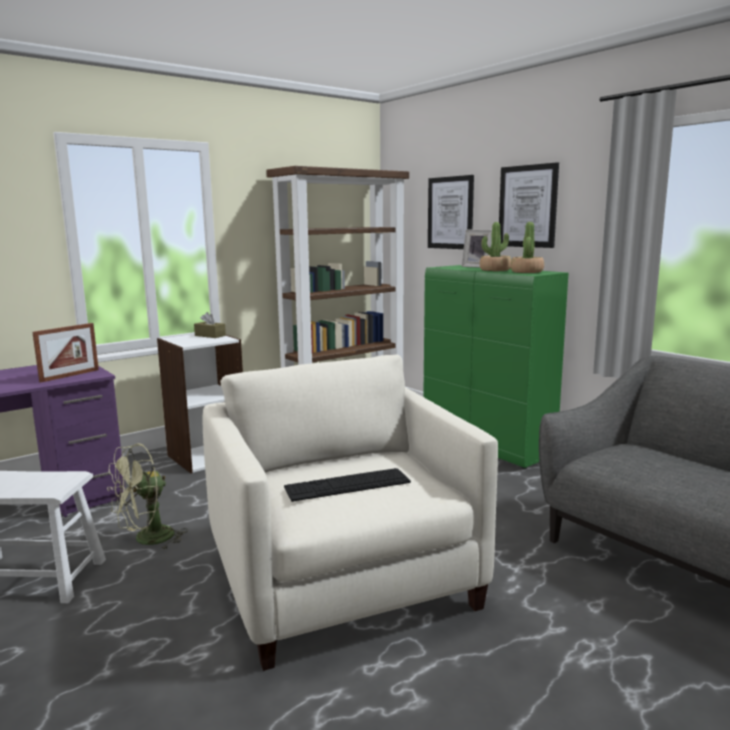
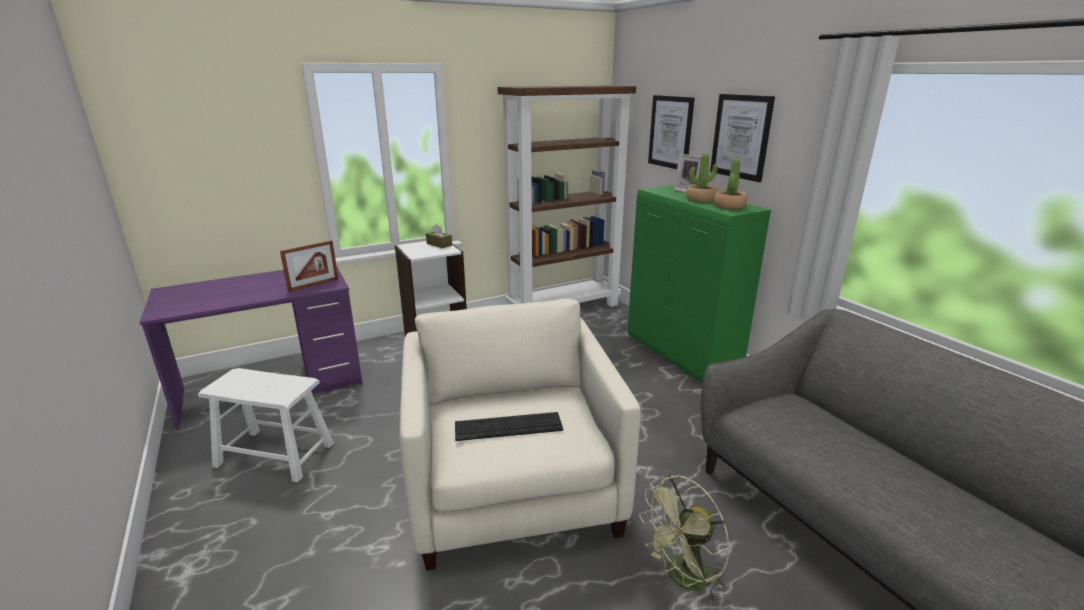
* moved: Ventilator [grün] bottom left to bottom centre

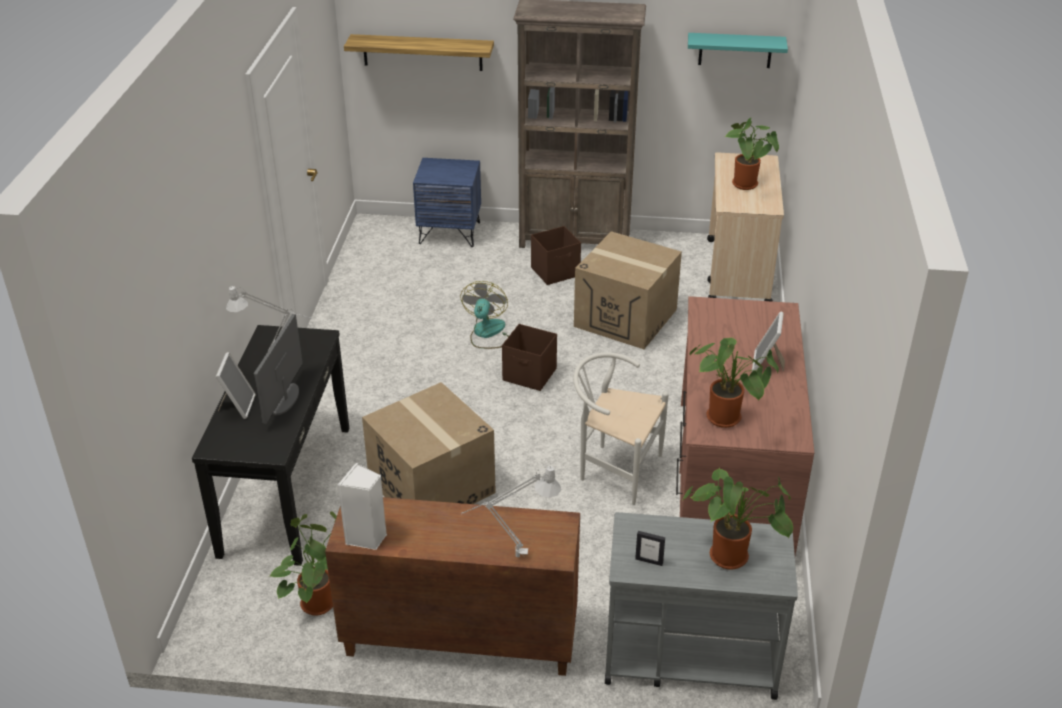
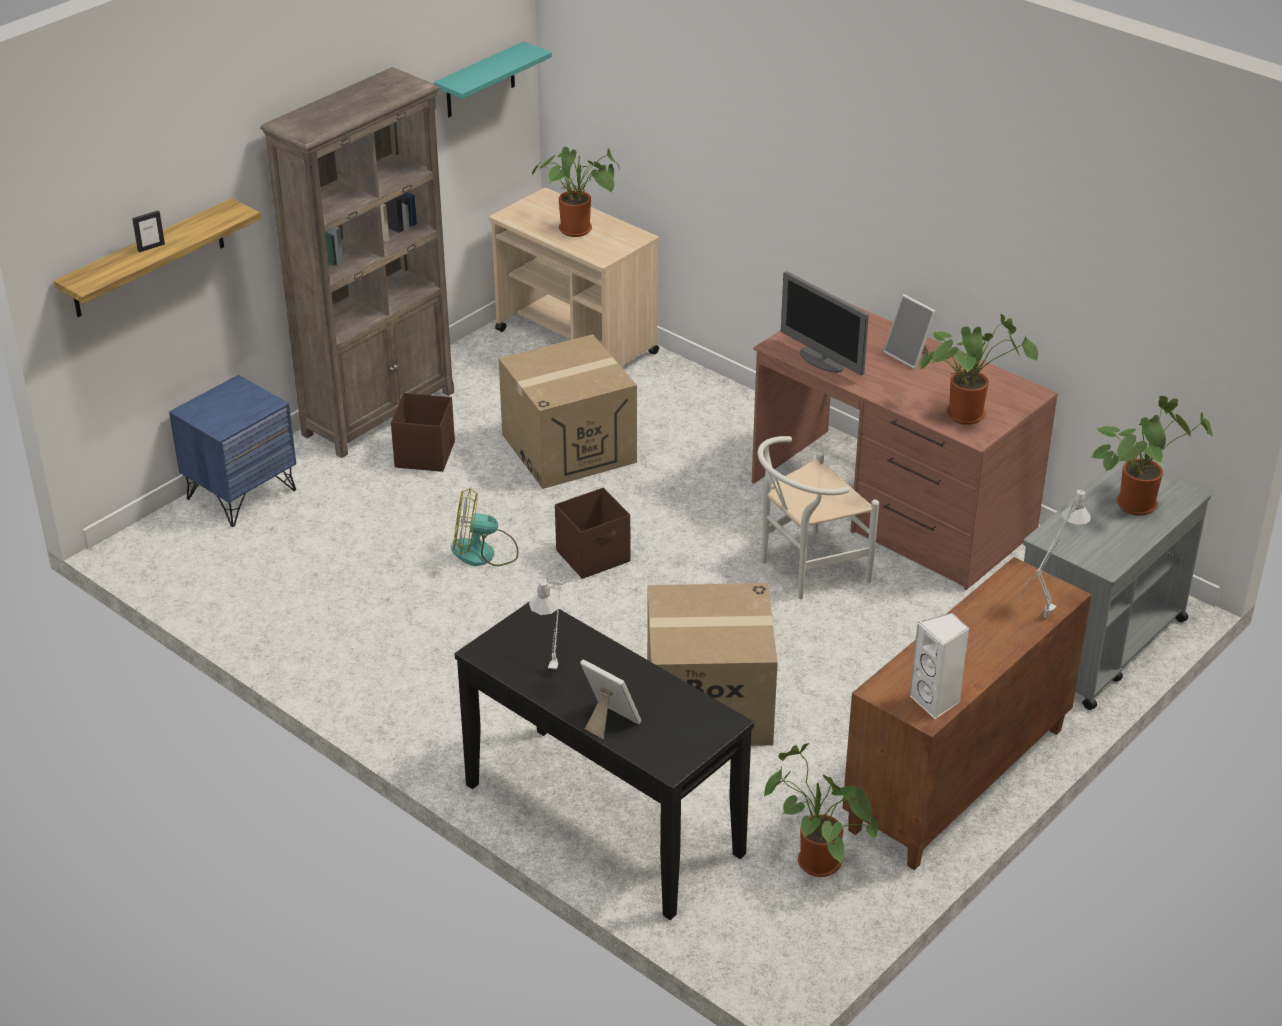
* moved: Monitor middle left to top centre
* moved: Bilderrahmen (2nd from left in the first image) bottom centre to Bilderrahmen (1st from left) top left
* turned: Ventilator centre = centre 45 degrees counterclockwise

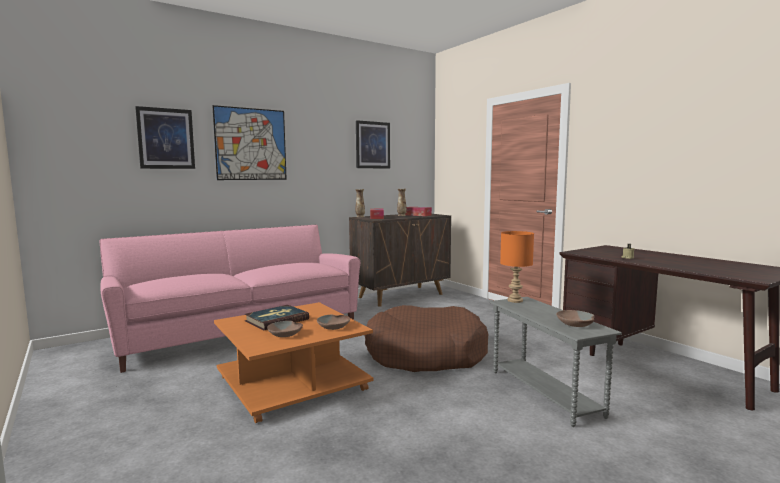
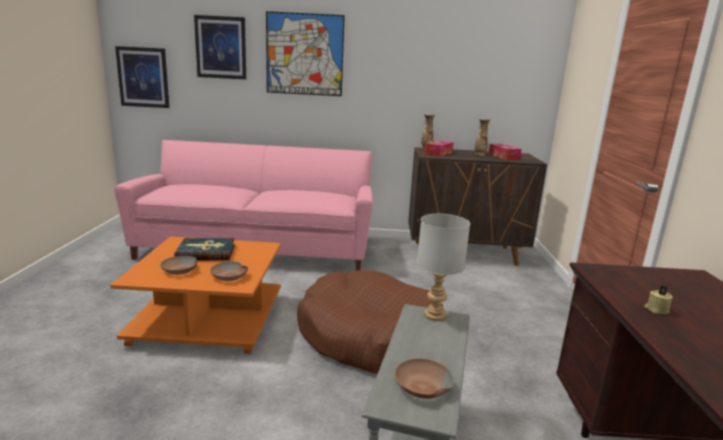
* moved: Bild (3rd from left in the first image) top centre to Bild (1st from left) top left
* recoloured: Tischlampe [orange] centre to Tischlampe [grau] centre

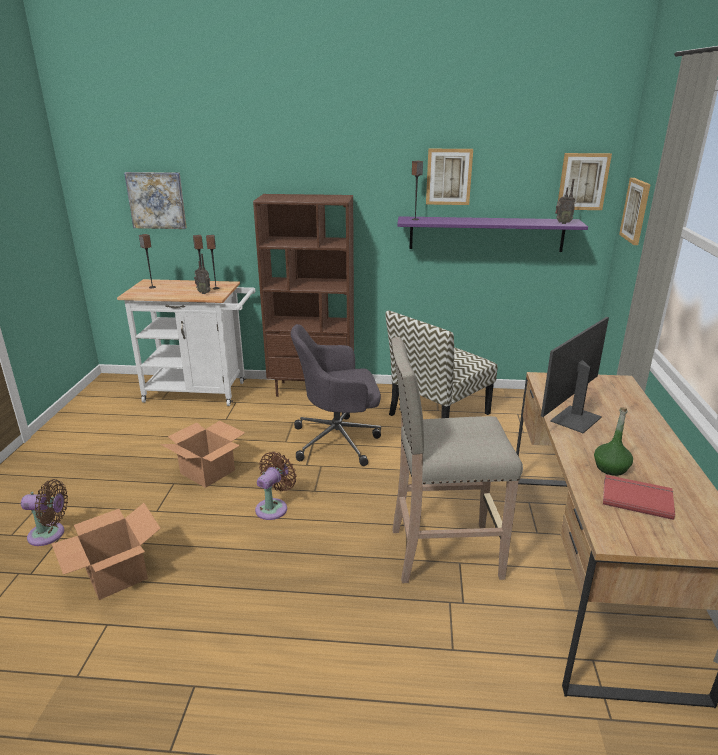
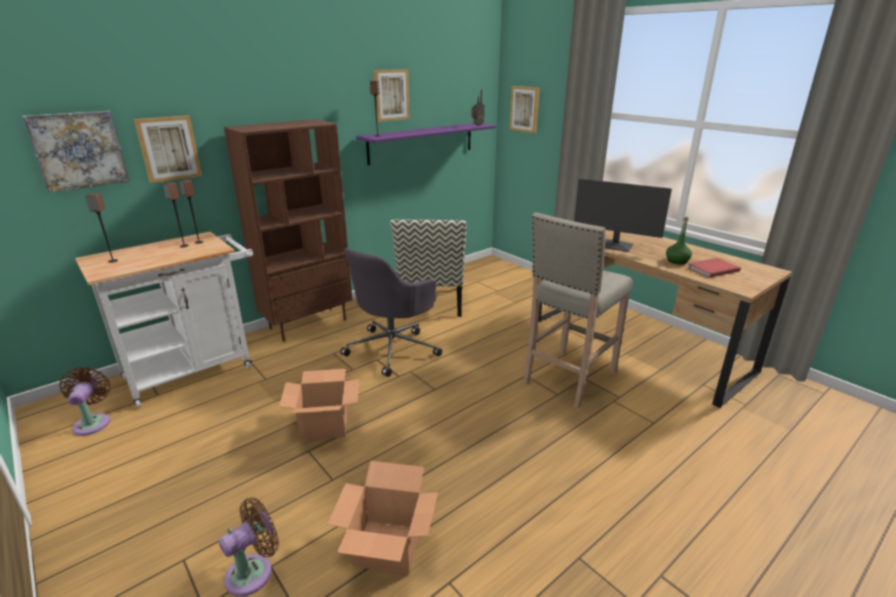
* removed: Radio (1st from left) middle left
* moved: Ventilator [braun] (2nd from left in the first image) centre to Ventilator [braun] (1st from left) bottom left
* moved: Bild (3rd from left in the first image) top right to Bild (2nd from left) top left
* turned: Monitor middle right = middle right 60 degrees counterclockwise

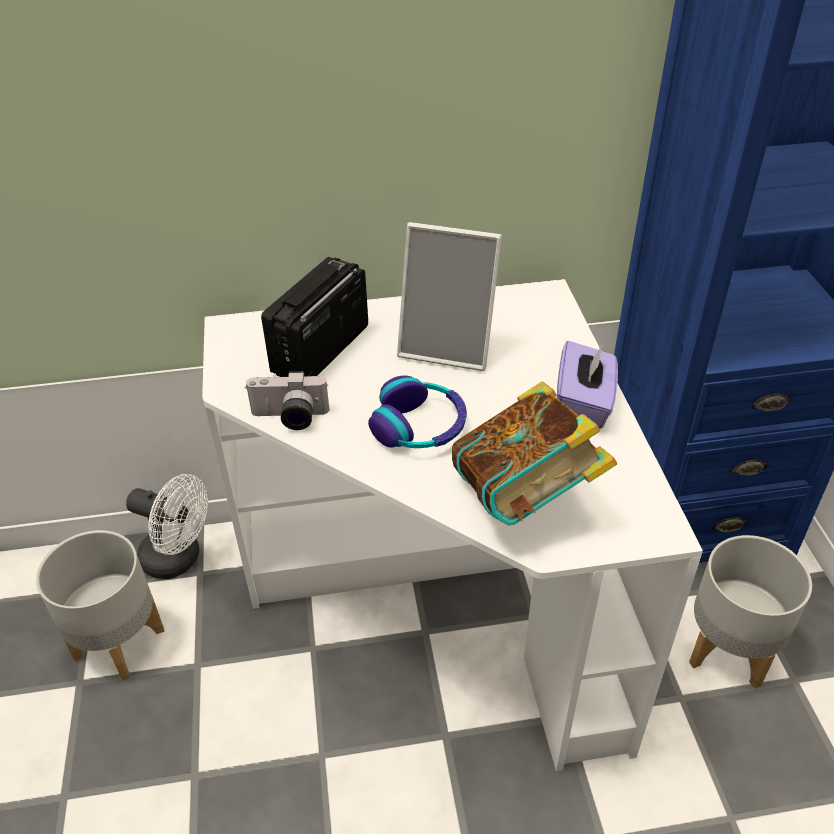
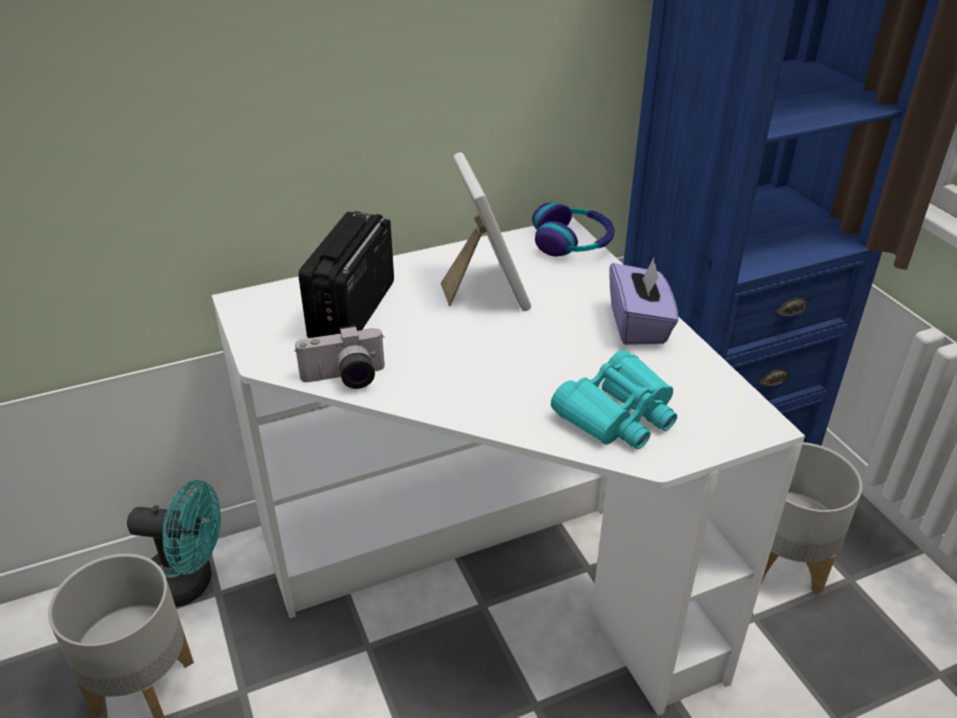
* moved: Kopfhörer centre to top centre
* replaced: Buch centre to Fernglas [türkis] centre
* recoloured: Ventilator [weiß] middle left to Ventilator [türkis] bottom left
* turned: Bilderrahmen centre = top centre 105 degrees counterclockwise

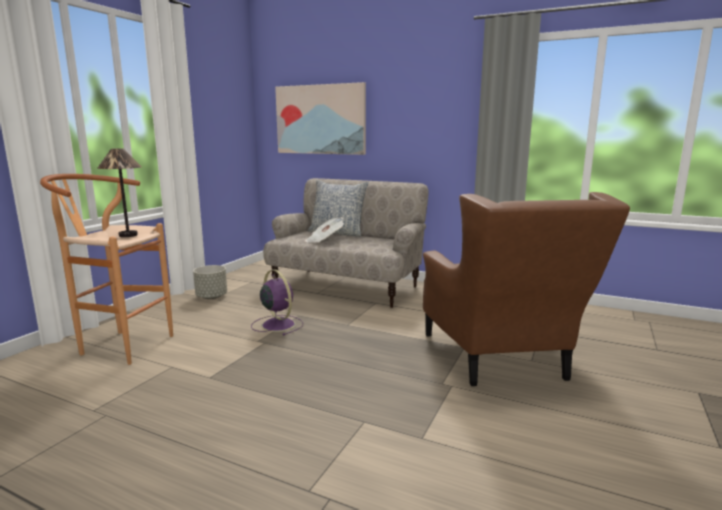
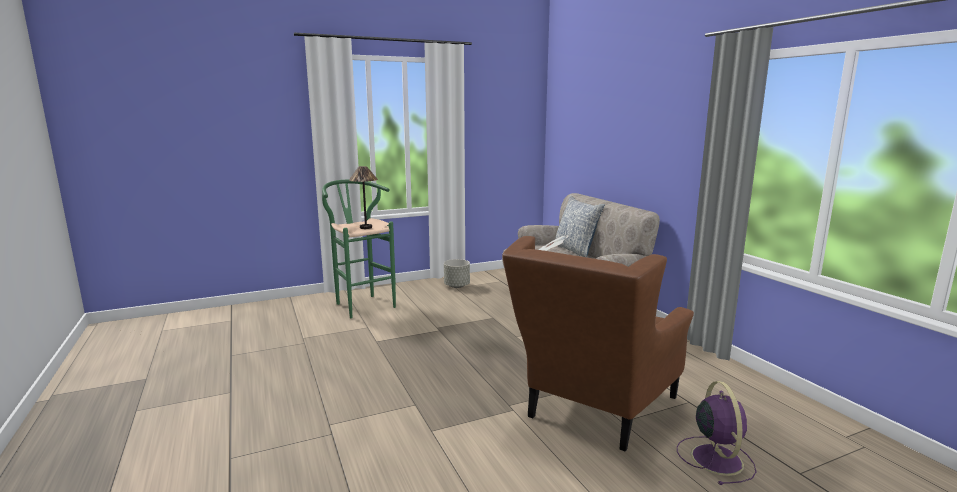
* removed: Bild top centre
* moved: Ventilator [lila] centre to bottom right
* recoloured: Hocker [braun] middle left to Hocker [grün] centre

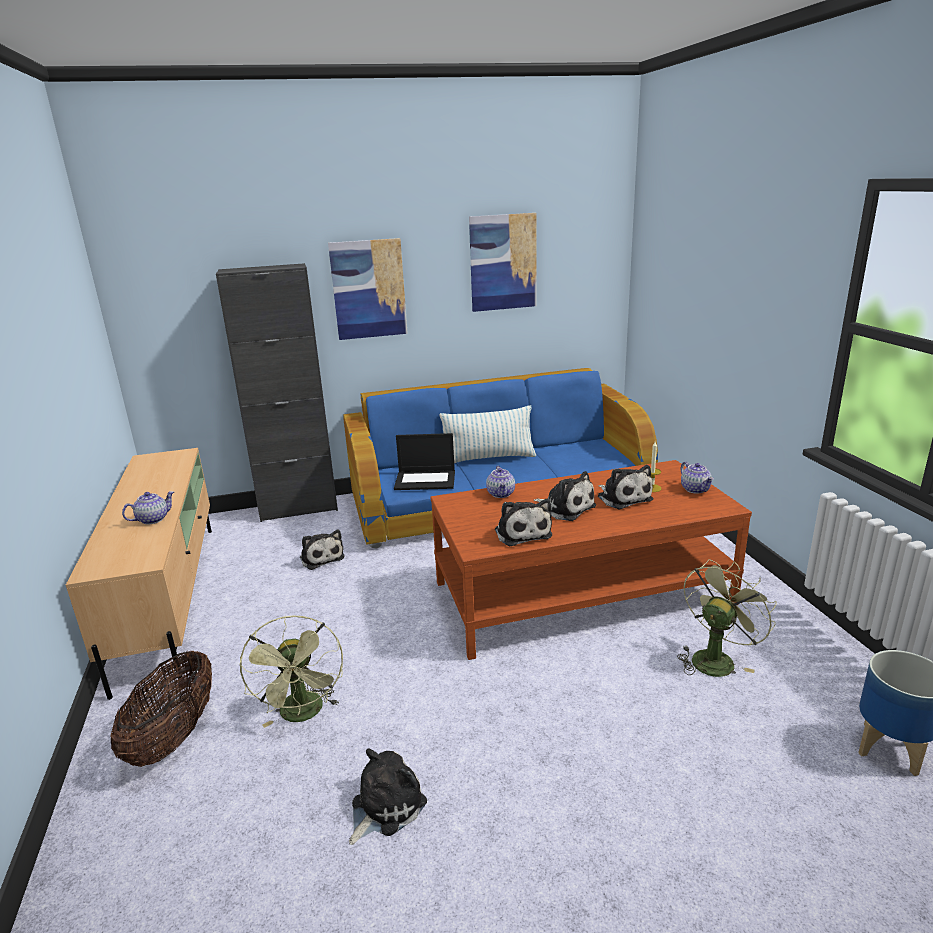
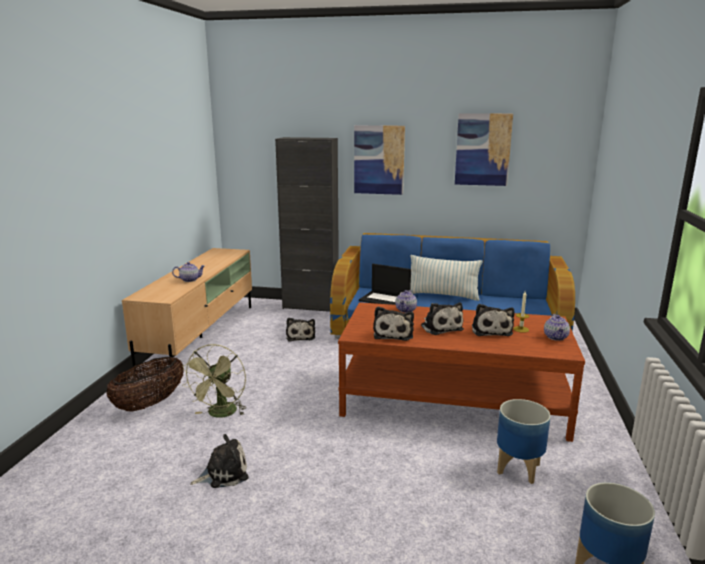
* replaced: Ventilator [grün] (2nd from left) middle right to Pflanzkübel (1st from left) bottom right

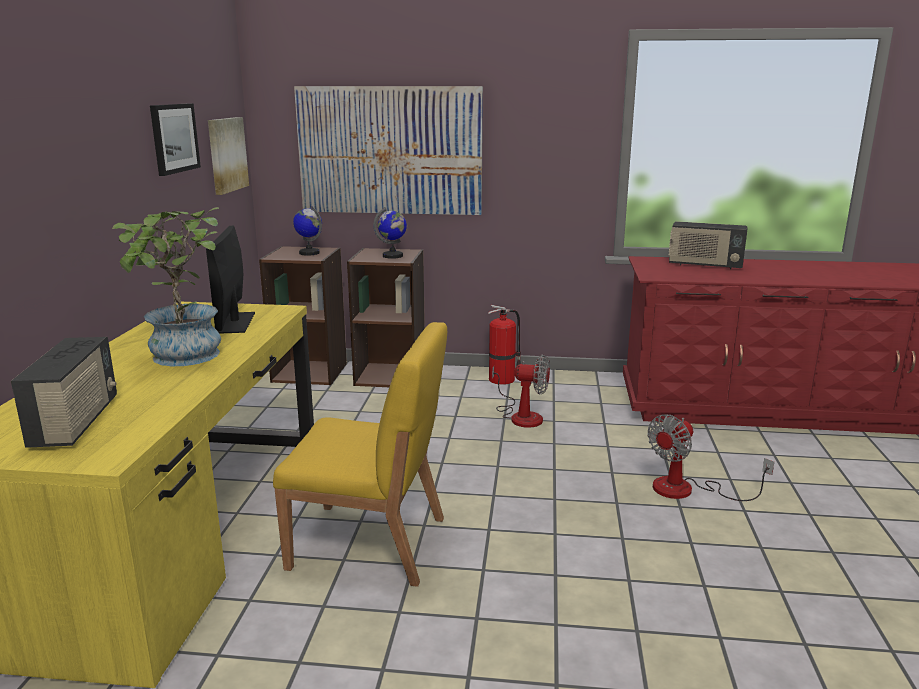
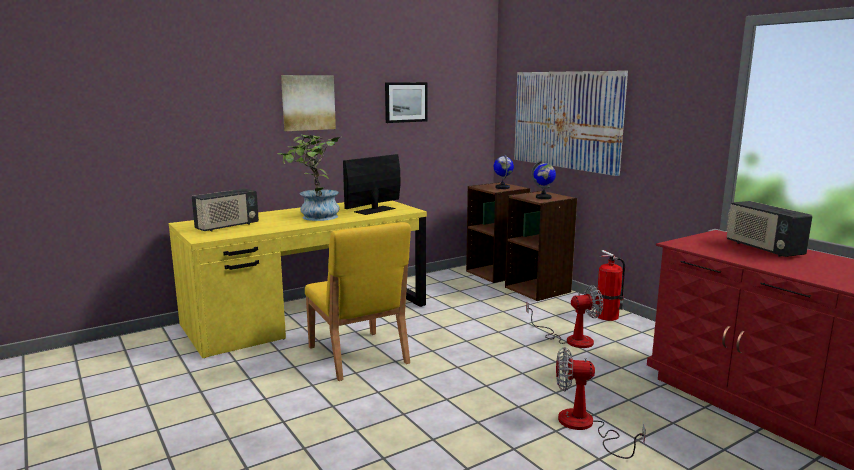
* moved: Bild (2nd from left in the first image) top left to Bild (1st from left) top centre
* turned: Ventilator (1st from left) centre = bottom centre 75 degrees counterclockwise

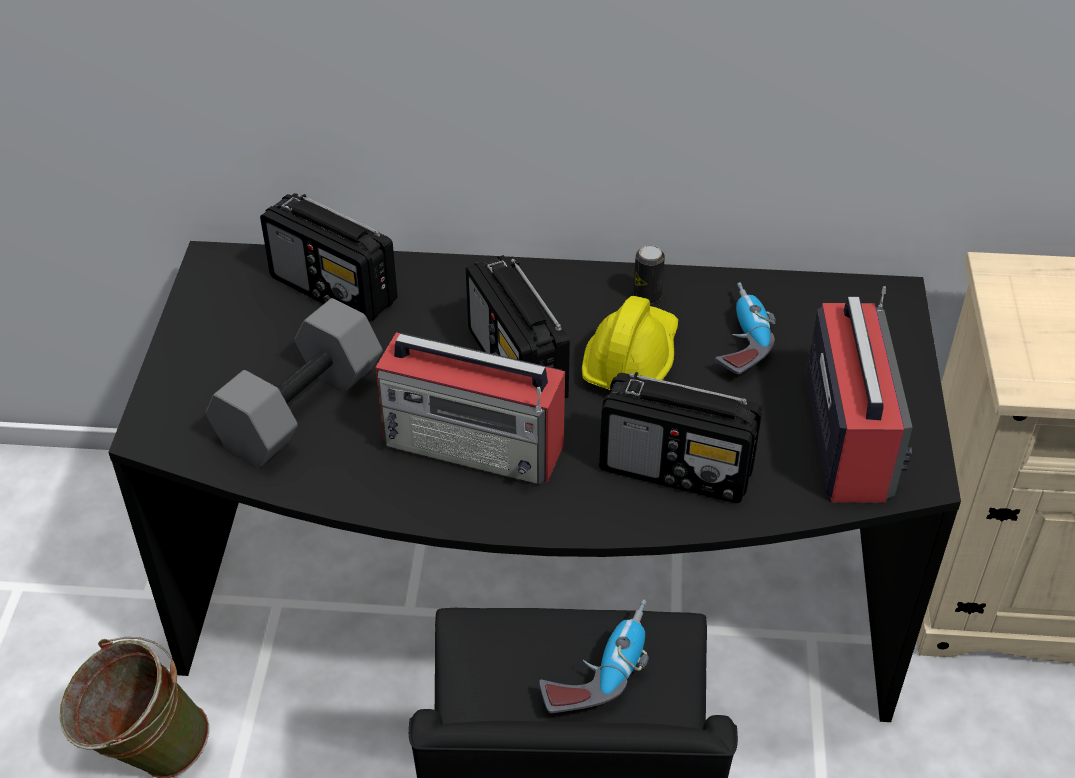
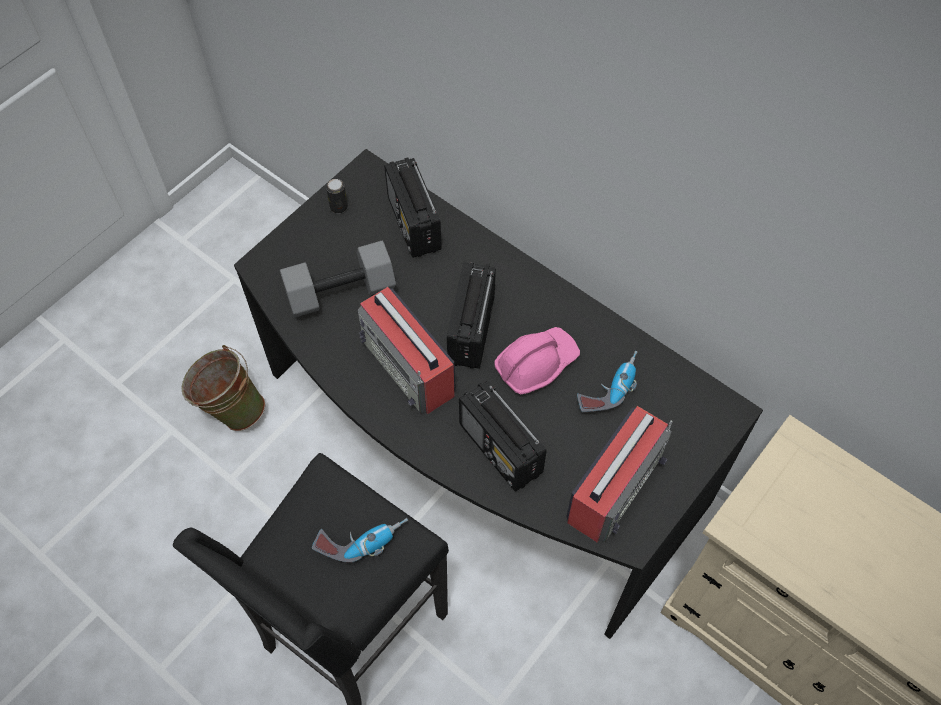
* moved: Dose centre to top centre
* recoloured: Schutzhelm [gelb] centre to Schutzhelm [rosa] centre

